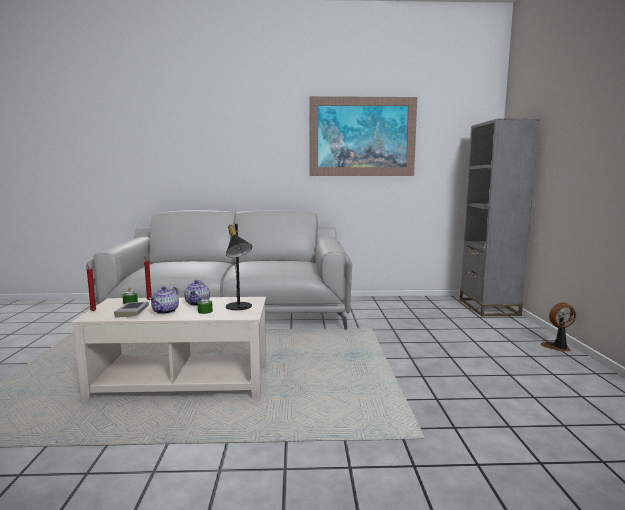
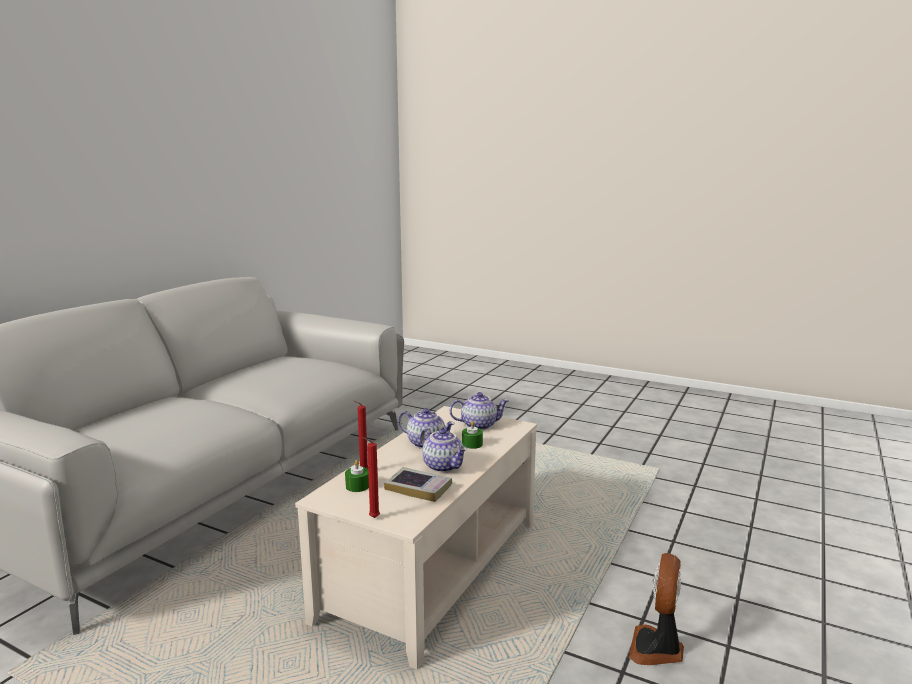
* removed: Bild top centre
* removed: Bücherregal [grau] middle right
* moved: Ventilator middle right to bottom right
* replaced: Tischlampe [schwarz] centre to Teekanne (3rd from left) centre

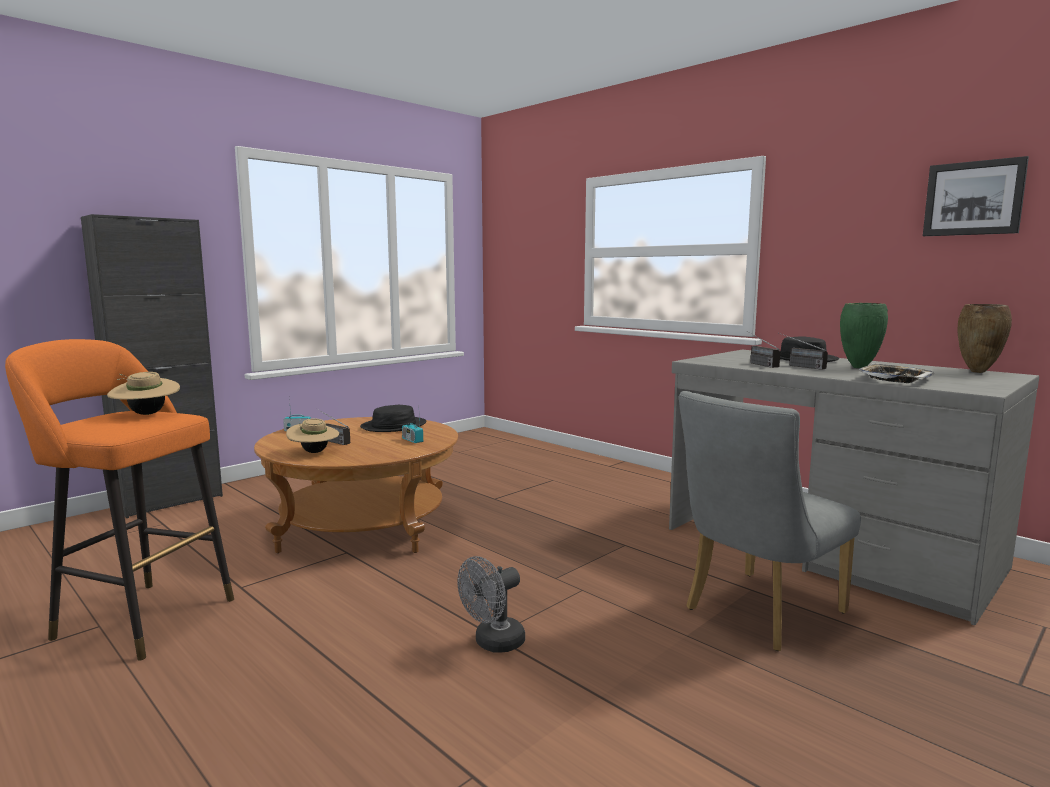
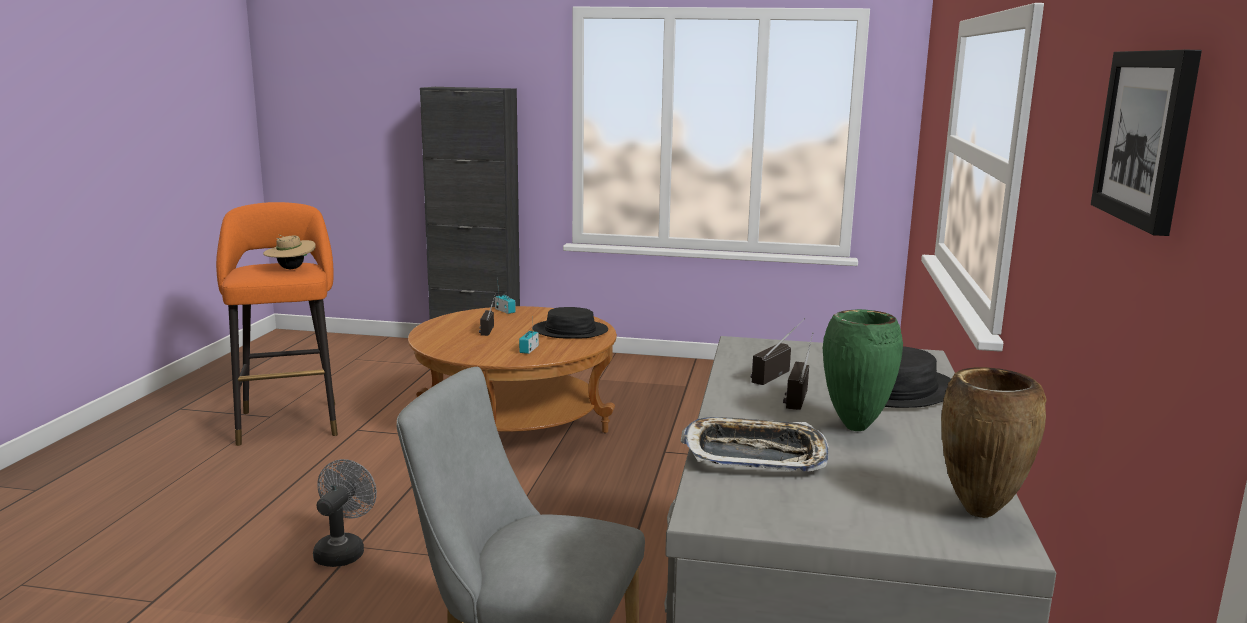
* removed: Hut [beige] (2nd from left) middle left
* turned: Ventilator [grau] bottom centre = bottom left 90 degrees clockwise

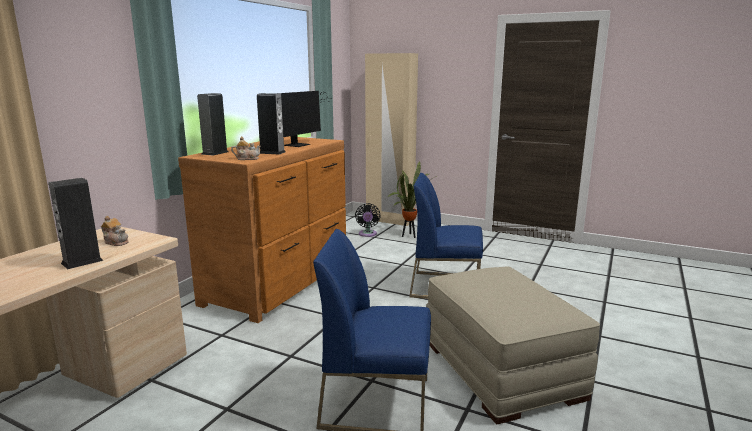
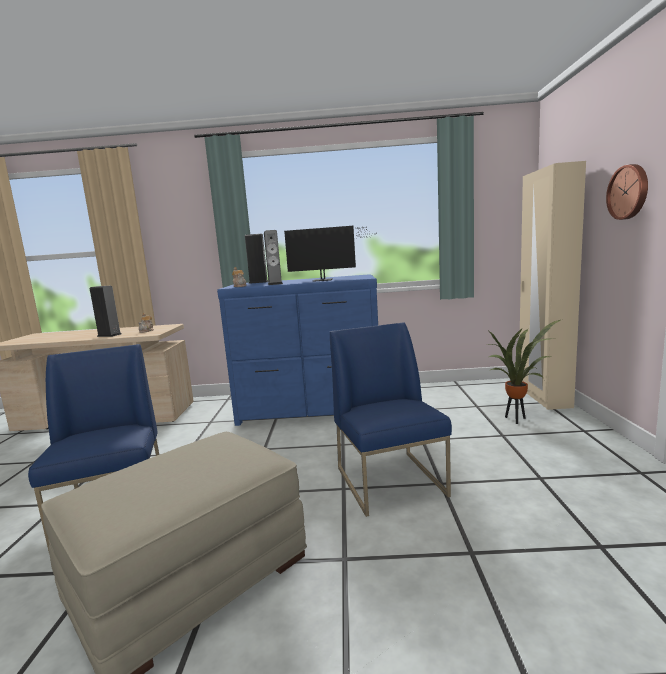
* removed: Ventilator [schwarz] centre
* added: Wanduhr top right
* recoloured: Kommode [braun] centre to Kommode [blau] centre

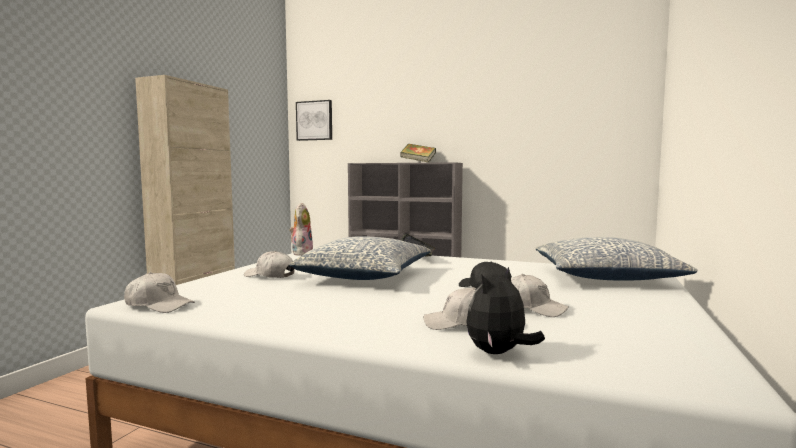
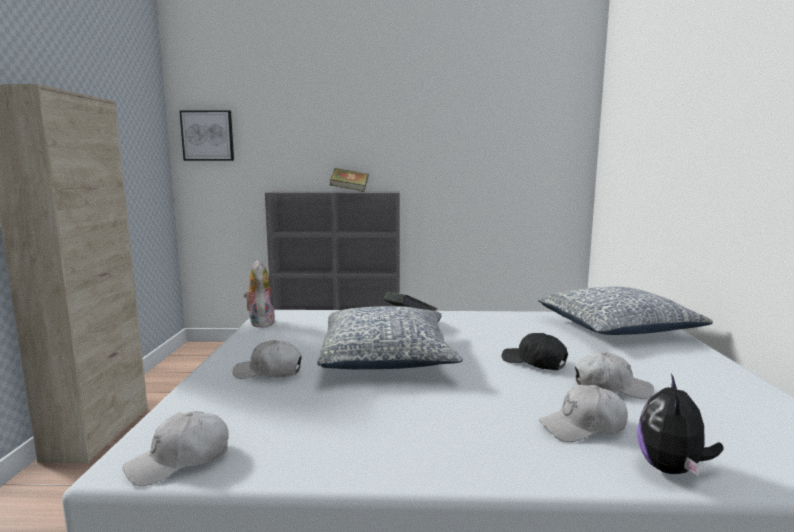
* turned: Kappe [weiß] (1st from left) middle left = bottom left 150 degrees clockwise

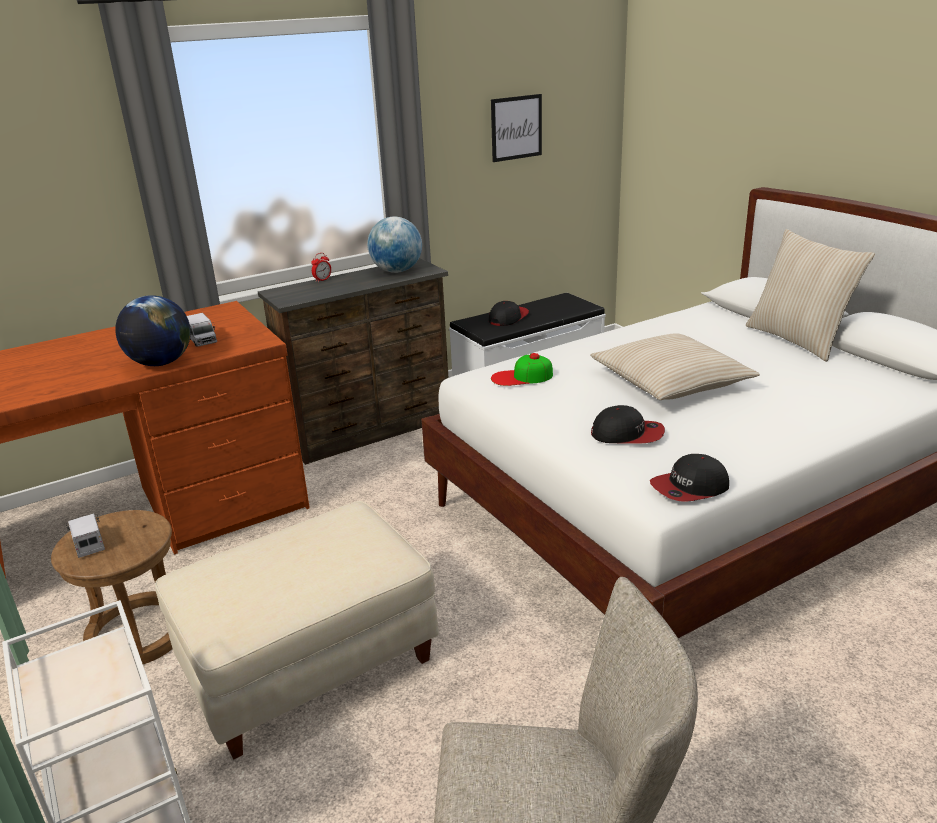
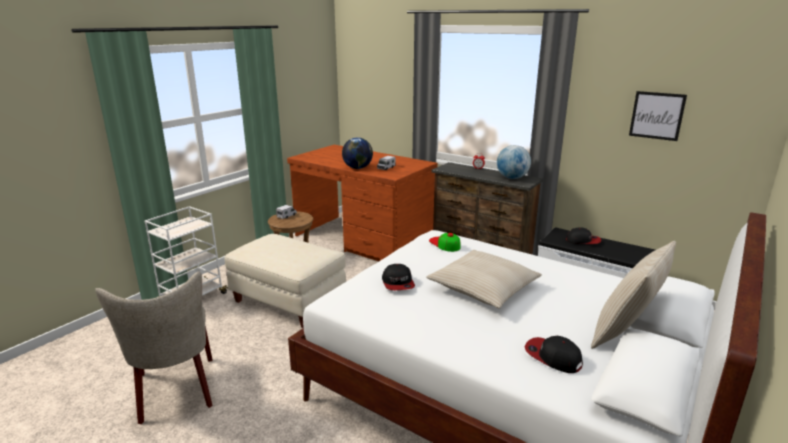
* moved: Kappe (4th from left in the first image) middle right to Kappe (3rd from left) bottom right

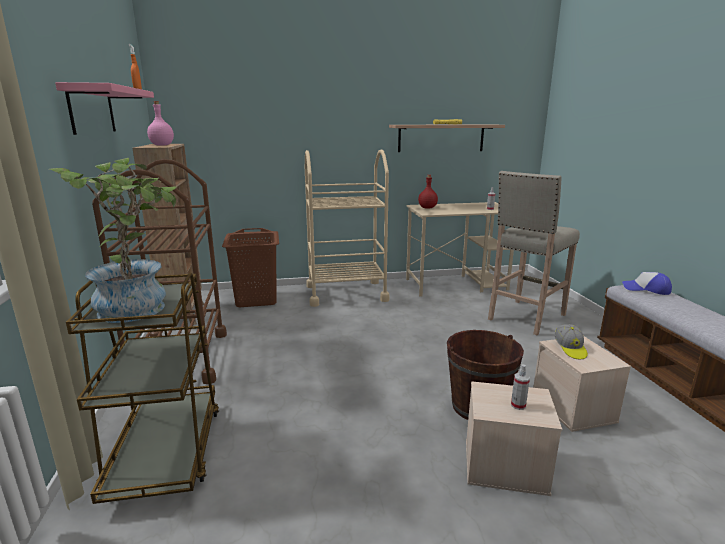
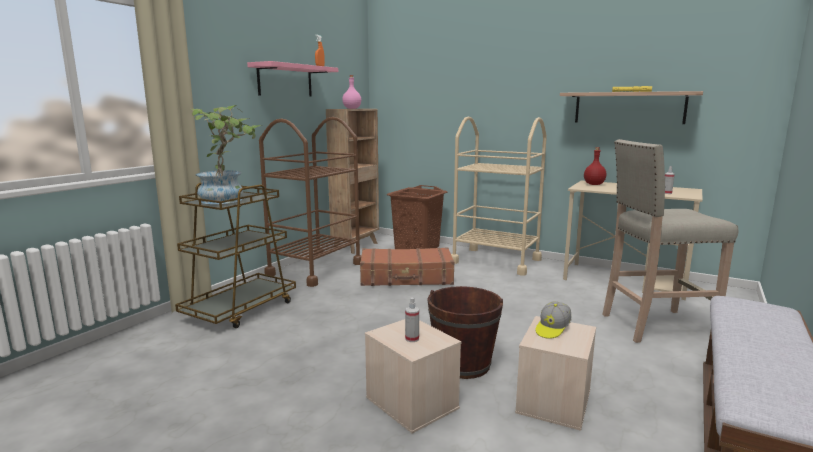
* removed: Kappe (2nd from left) middle right
* added: Koffer [braun] centre

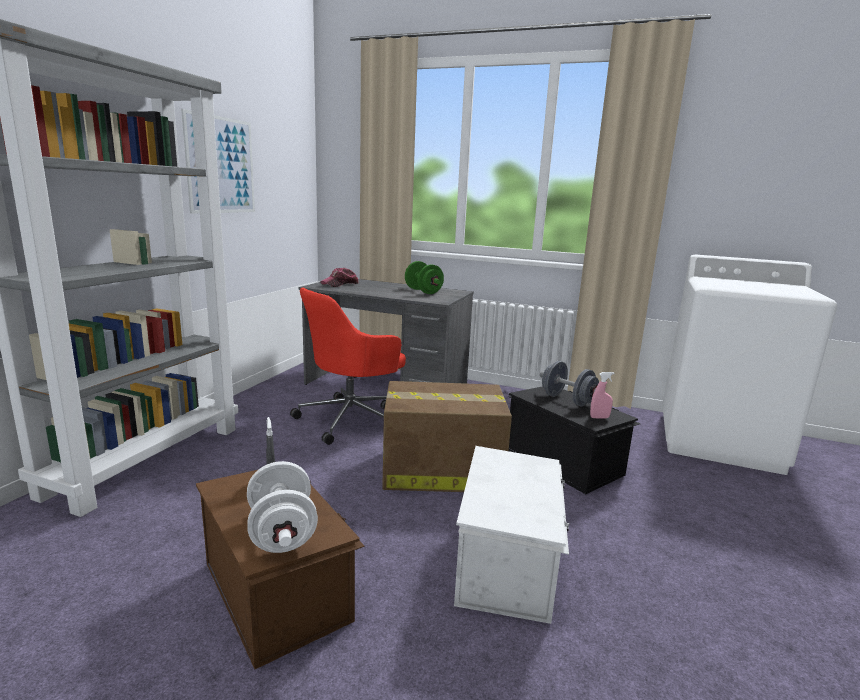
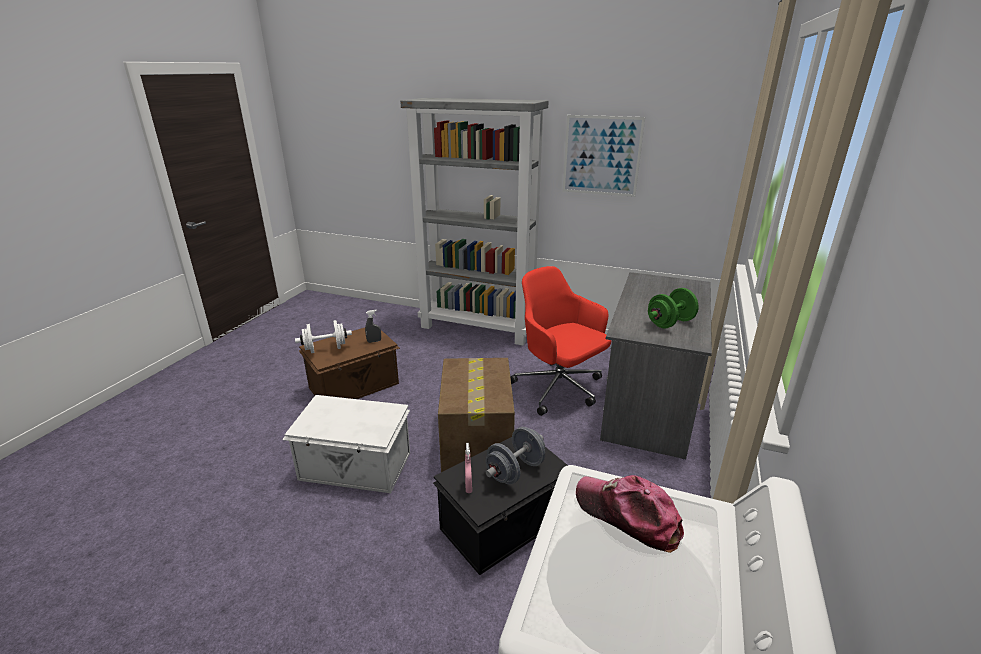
* moved: Kappe centre to bottom centre

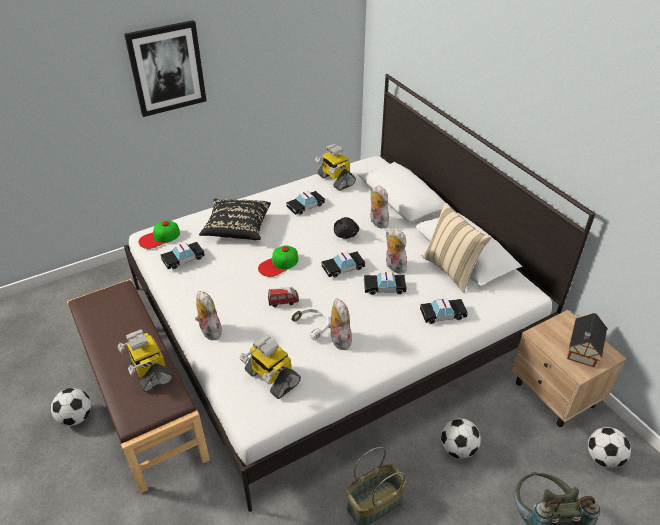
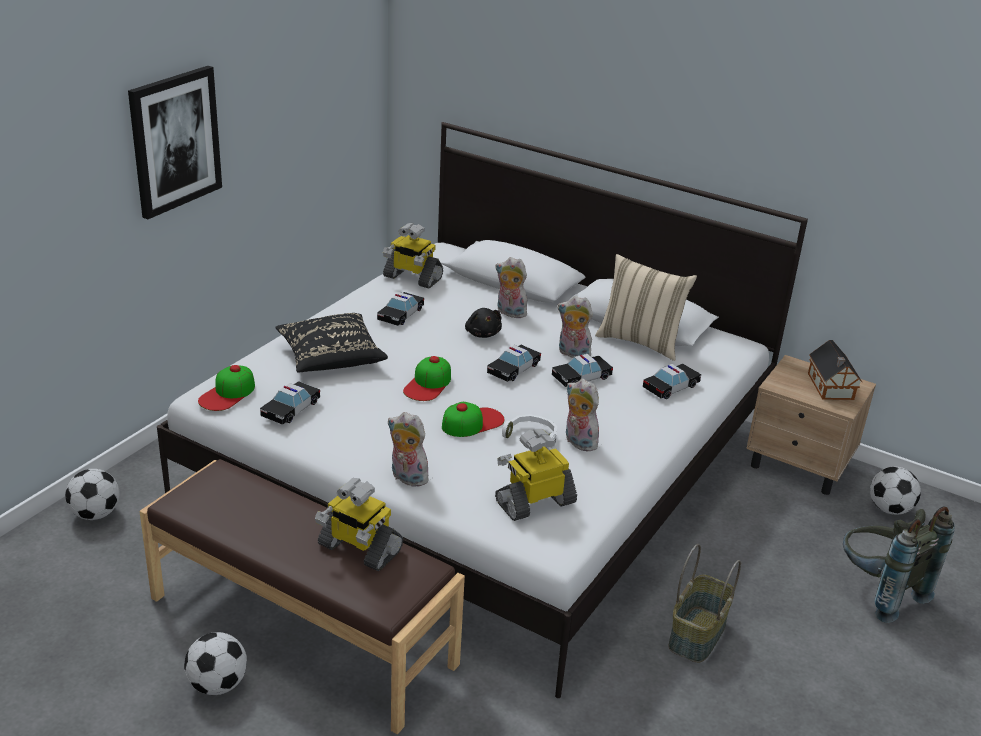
* moved: Fußball (2nd from left in the first image) bottom right to Fußball (1st from left) bottom left
* replaced: Spielzeugauto (2nd from left) centre to Kappe (3rd from left) centre
* turned: Spielzeugroboter (2nd from left in the first image) bottom centre = centre 135 degrees clockwise

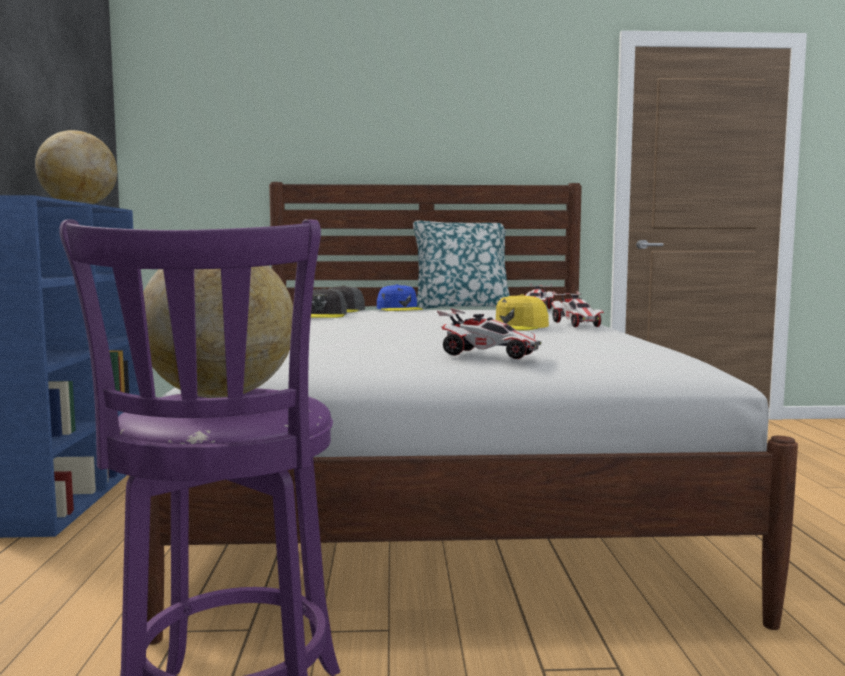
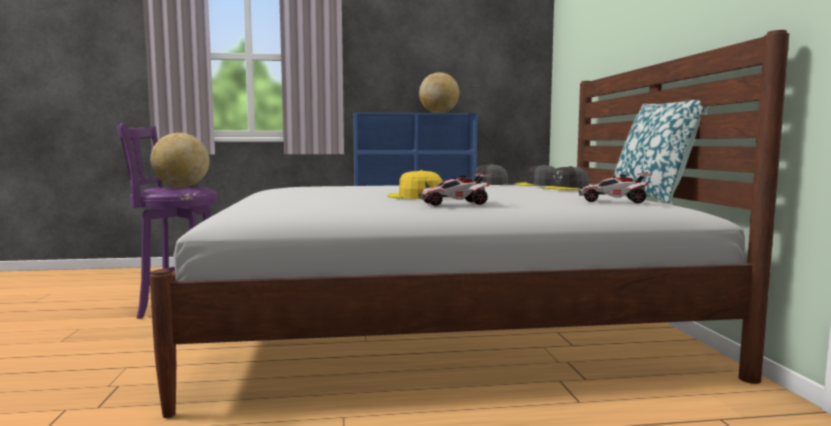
* removed: Spielzeugauto (1st from left) centre
* recoloured: Kappe [blau] centre to Kappe [grau] (3rd from left) middle right

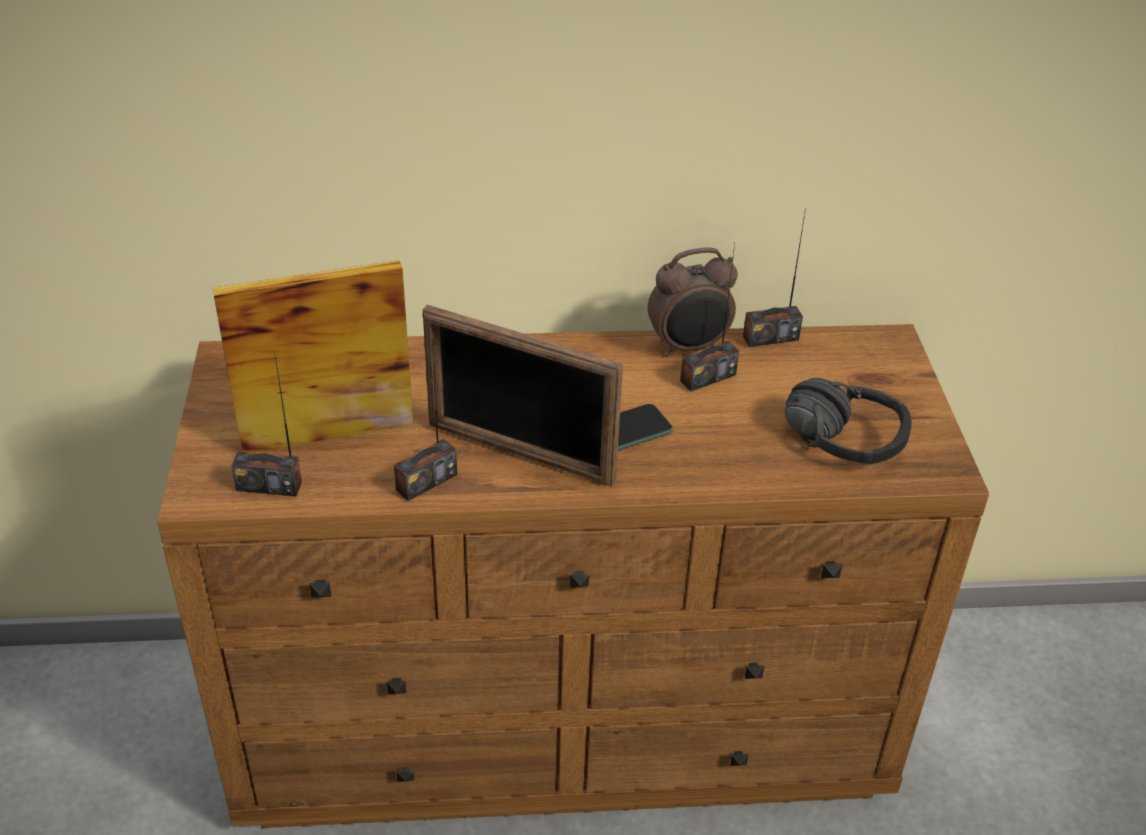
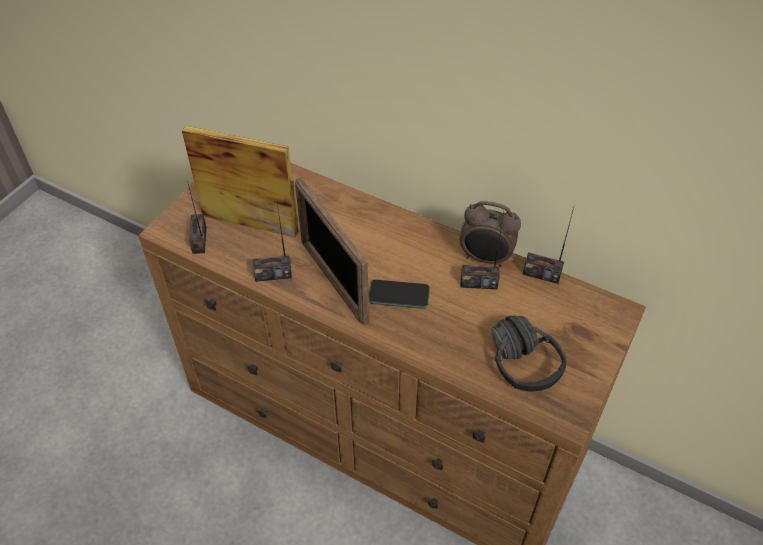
* turned: Radio (1st from left) middle left = middle left 45 degrees clockwise

